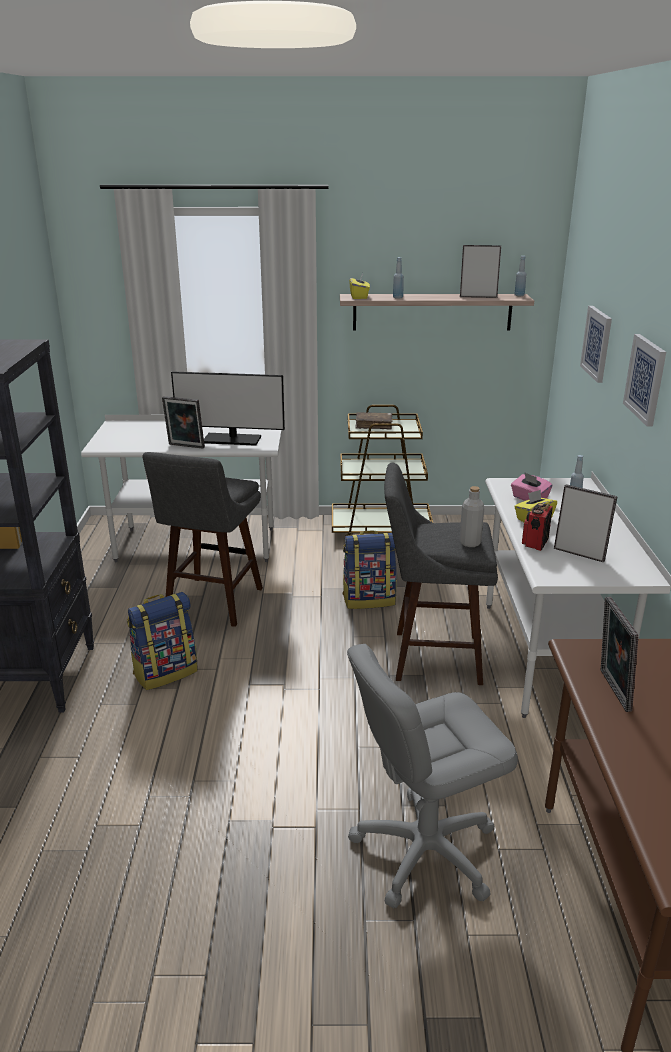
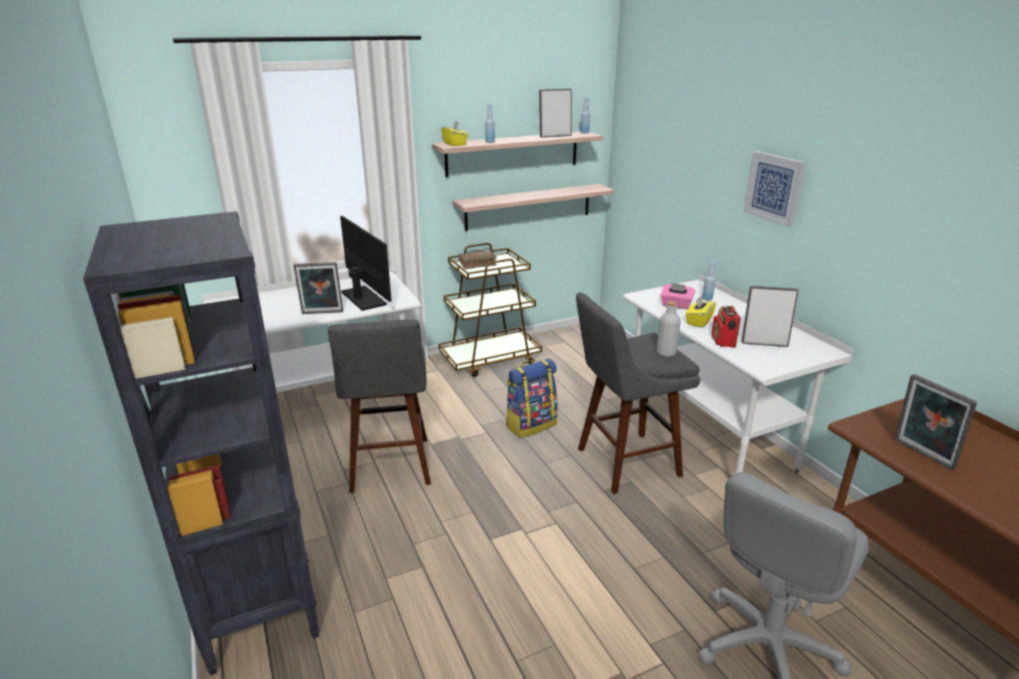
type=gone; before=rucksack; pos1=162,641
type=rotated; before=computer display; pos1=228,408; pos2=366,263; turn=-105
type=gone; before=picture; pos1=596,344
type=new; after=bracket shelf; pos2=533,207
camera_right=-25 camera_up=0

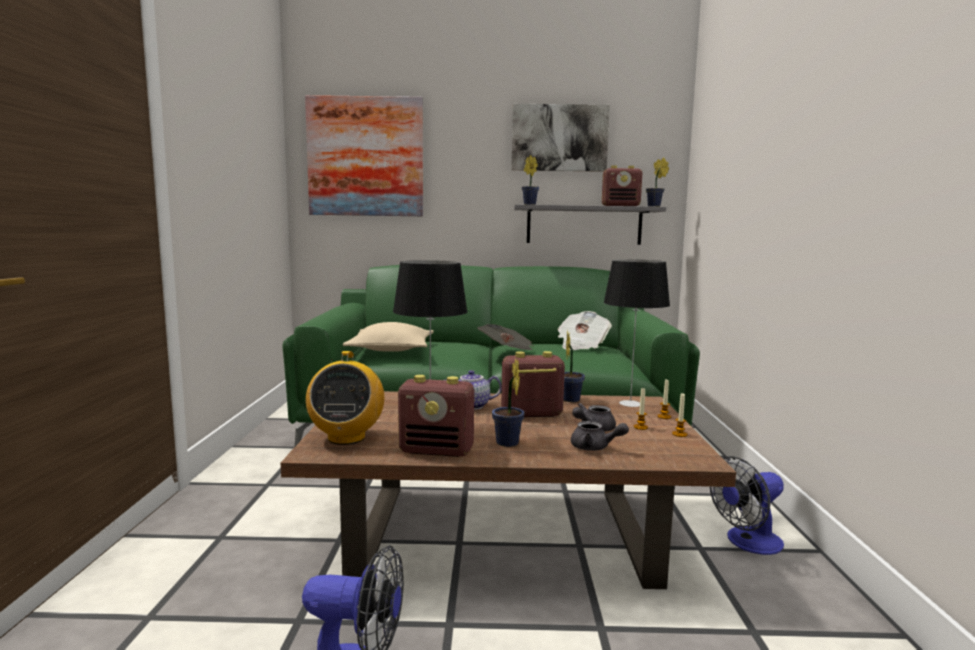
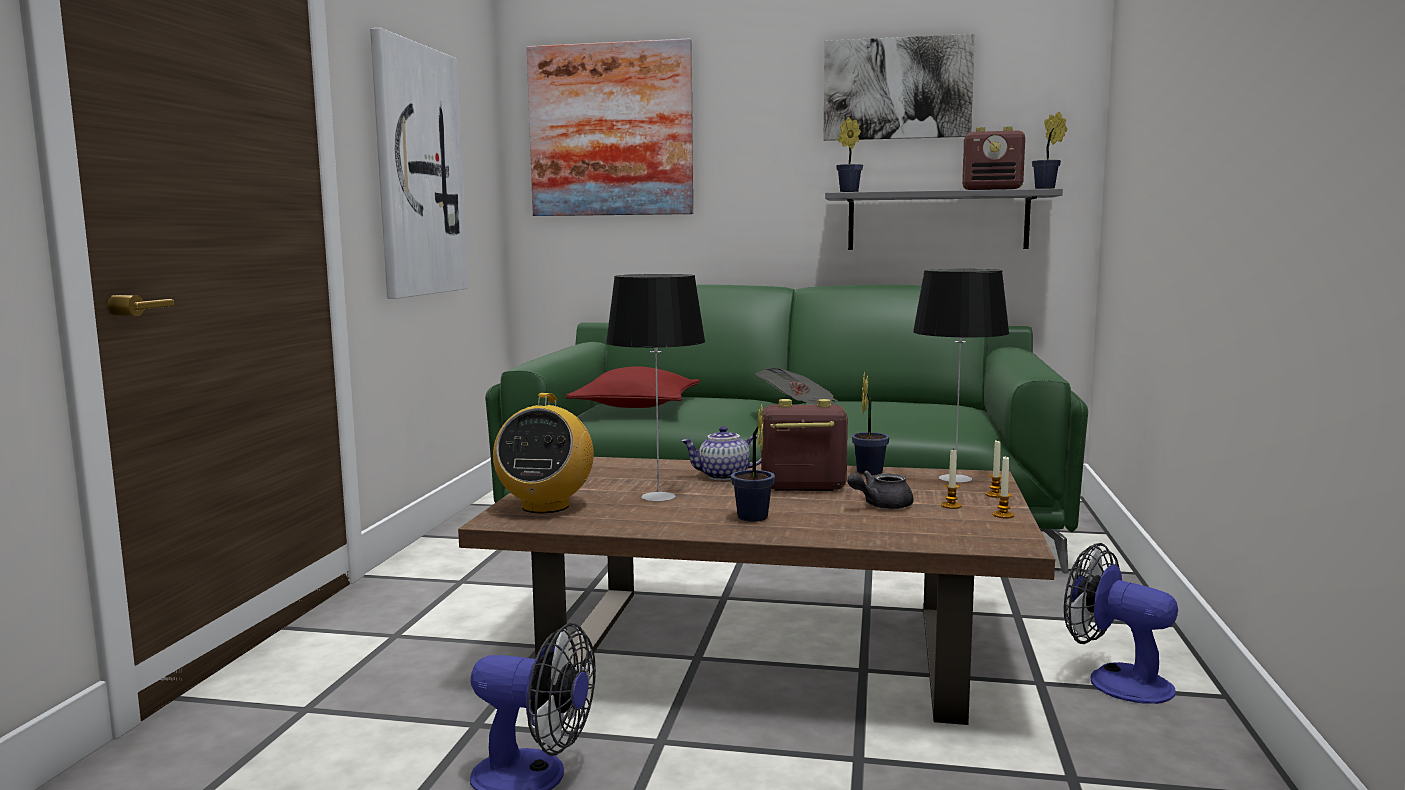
type=repainted; before=beige-coloured cushion; after=red cushion; pos1=388,337; pos2=633,387
type=gone; before=radio set; pos1=436,416
type=gone; before=daily paper; pos1=585,330
type=gone; before=gray tea pot; pos1=600,436
type=rotated; before=cooling fan; pos1=747,505; pos2=1121,623; turn=60
type=new; after=picture; pos2=419,163
camera_right=10 camera_up=0

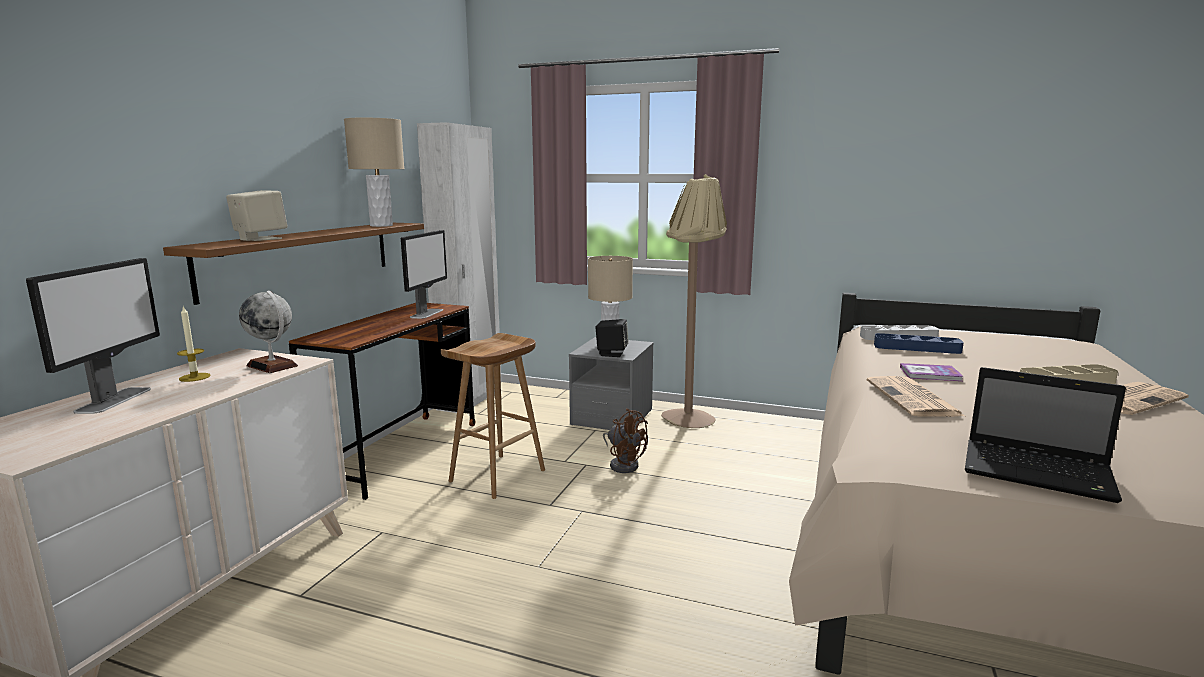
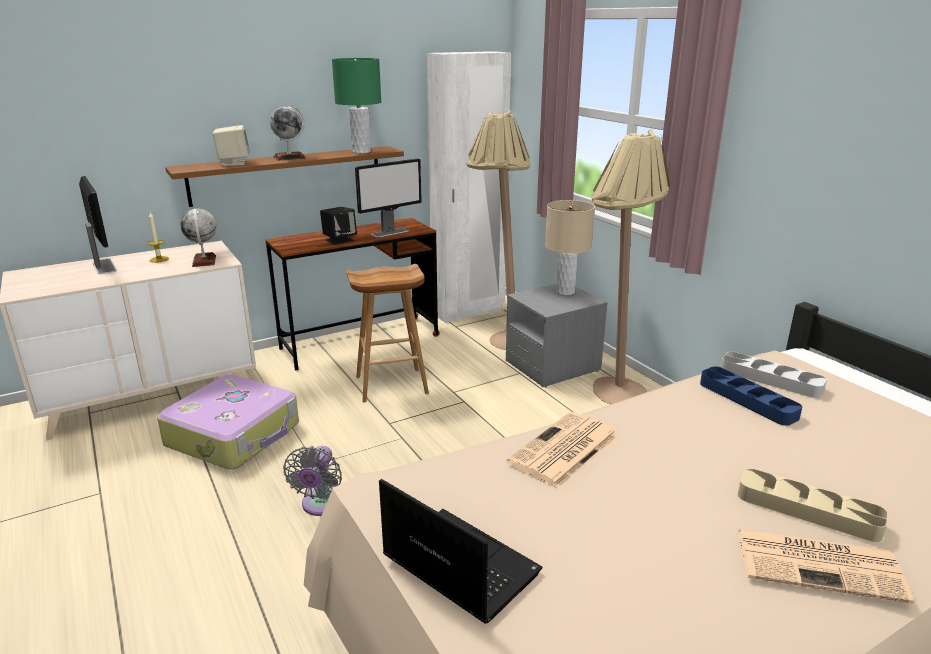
type=rotated; before=computer display; pos1=93,336; pos2=98,225; turn=-75
type=repainted; before=beige-coloured tabletop lamp; after=green tabletop lamp; pos1=374,172; pos2=356,106
type=shifted; before=black speaker; pos1=612,338; pos2=338,226
type=gone; before=brown cooling fan; pos1=625,440
type=gone; before=bound book; pos1=931,372
type=rotated; before=portable computer; pos1=1045,435; pos2=461,551; turn=150
type=new; after=piece of luggage; pos2=228,421
type=new; after=desk globe; pos2=288,133
type=new; after=gray cooling fan; pos2=312,481
type=new; after=beige-coloured standard lamp; pos2=498,230
camera_right=40 camera_up=10

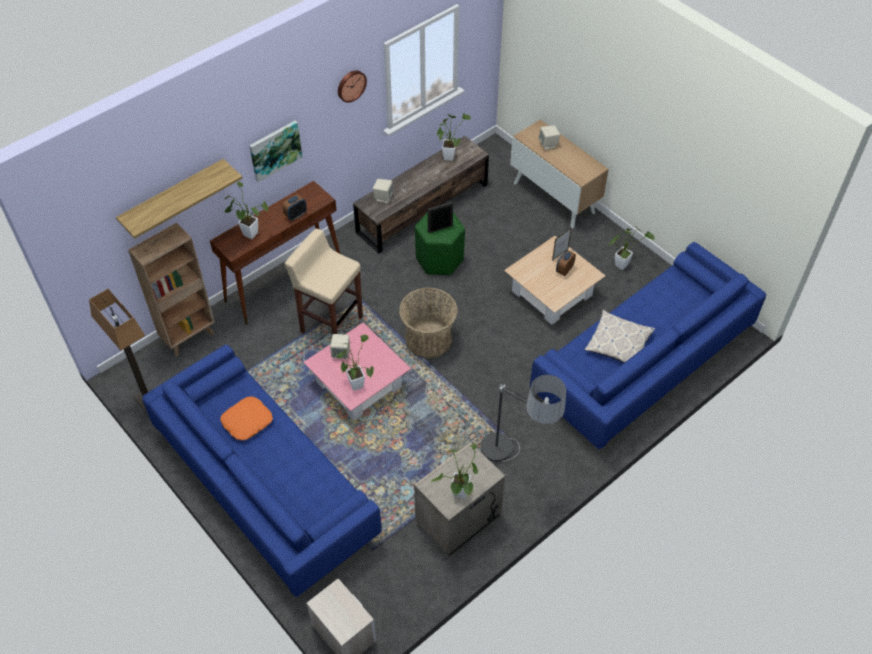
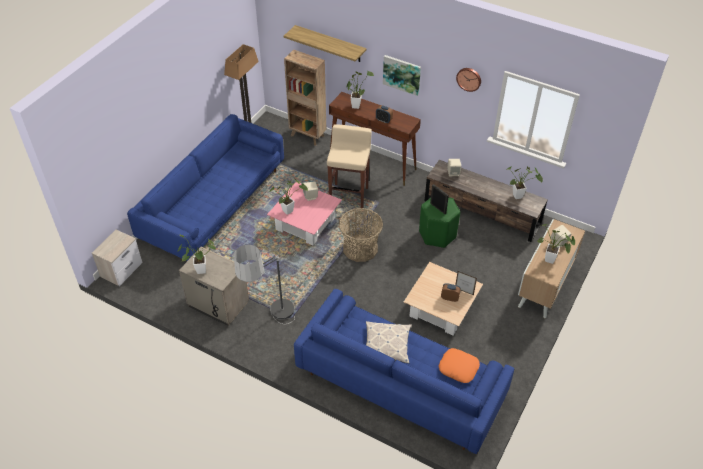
type=shifted; before=orangey cushion; pos1=246,418; pos2=459,365
type=shifted; before=potted plant; pos1=632,248; pos2=556,244
camera_right=70 camera_up=-5

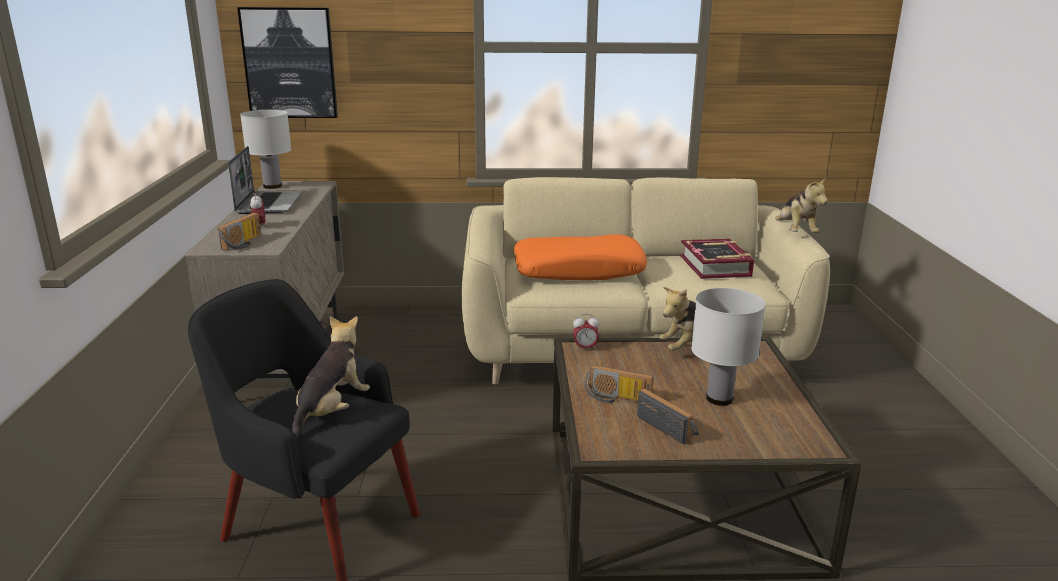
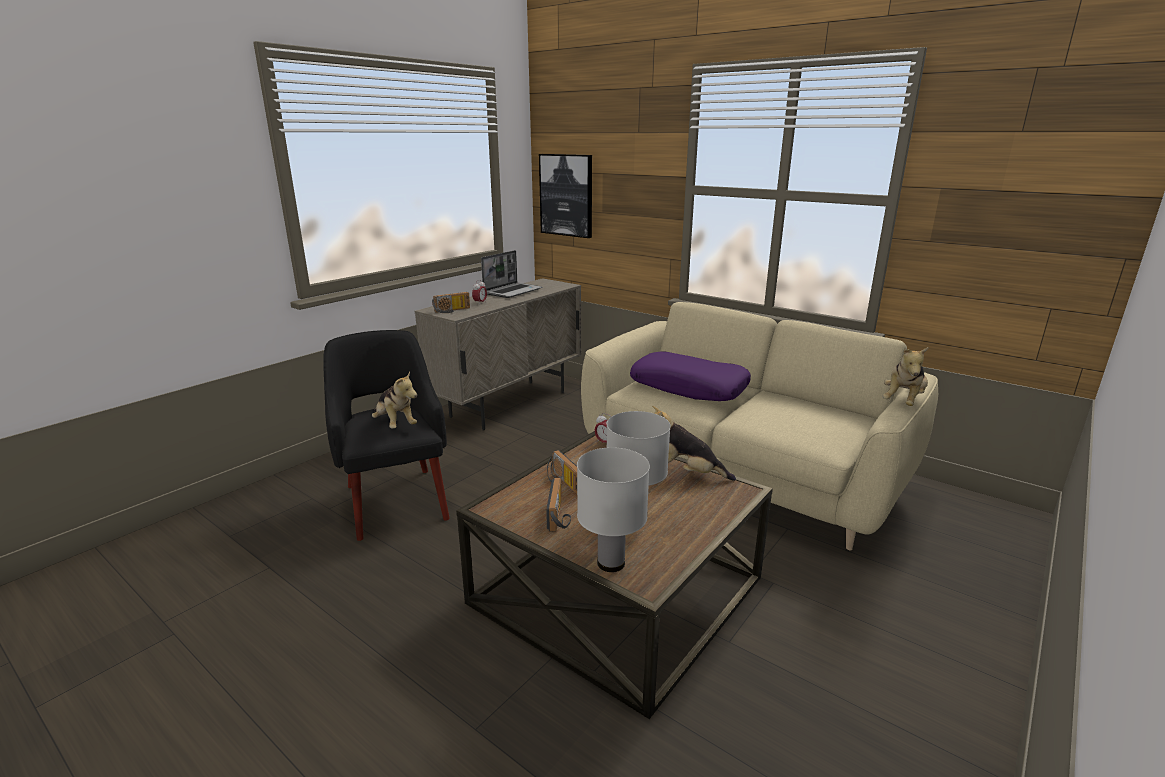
type=shifted; before=white-coloured tabletop lamp; pos1=265,149; pos2=613,509
type=rotated; before=cuddly toy; pos1=331,379; pos2=394,400; turn=75
type=repainted; before=orangey cushion; after=purple-coloured cushion; pos1=580,257; pos2=690,376
type=gone; before=bound book; pos1=717,259
camera_right=40 camera_up=0

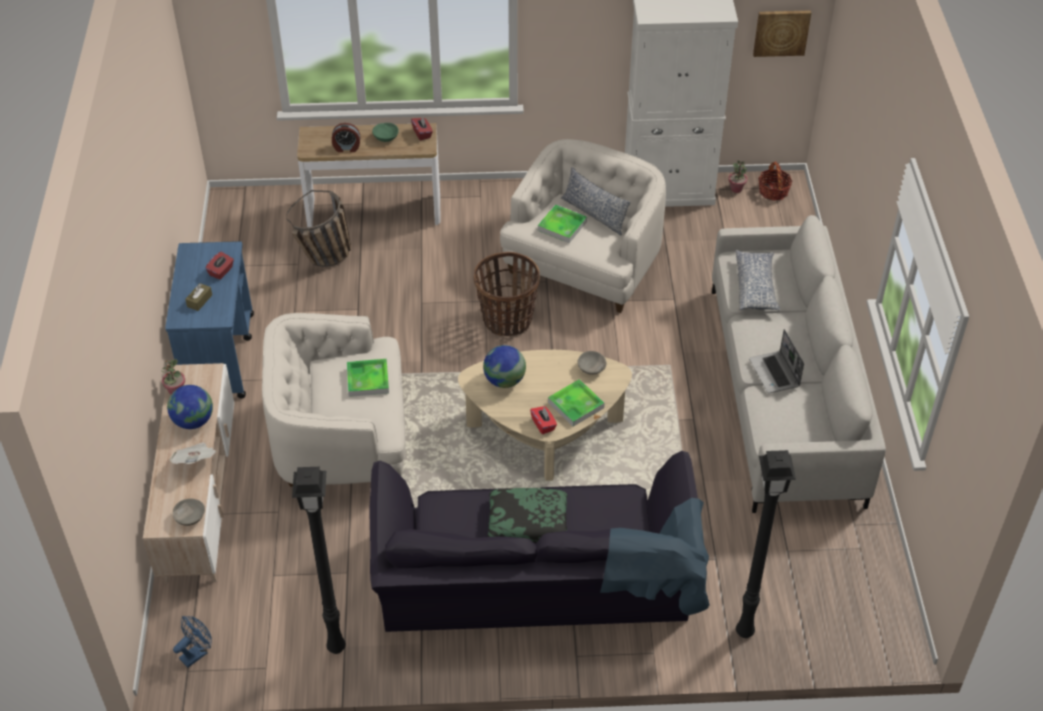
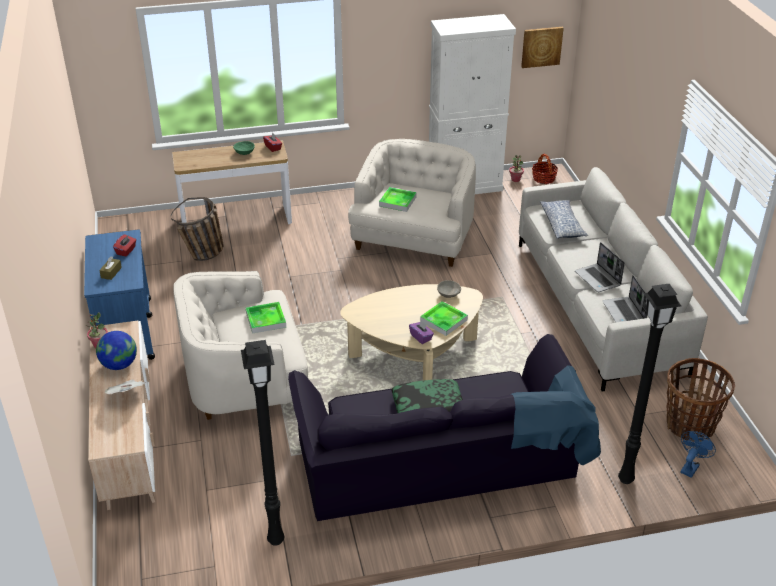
type=gone; before=gray serving bowl; pos1=189,512
type=shifted; before=blue cooling fan; pos1=192,641; pos2=698,454
type=gone; before=alarm clock; pos1=346,137
type=shifted; before=storage basket; pos1=507,294; pos2=700,399
type=gone; before=desk globe; pos1=504,366
type=repainted; before=red tissue box; after=purple-coloured tissue box; pos1=543,420; pos2=421,332
type=gone; before=cushion; pos1=596,201
type=new; after=portable computer; pos2=624,299
camera_right=-10 camera_up=-10

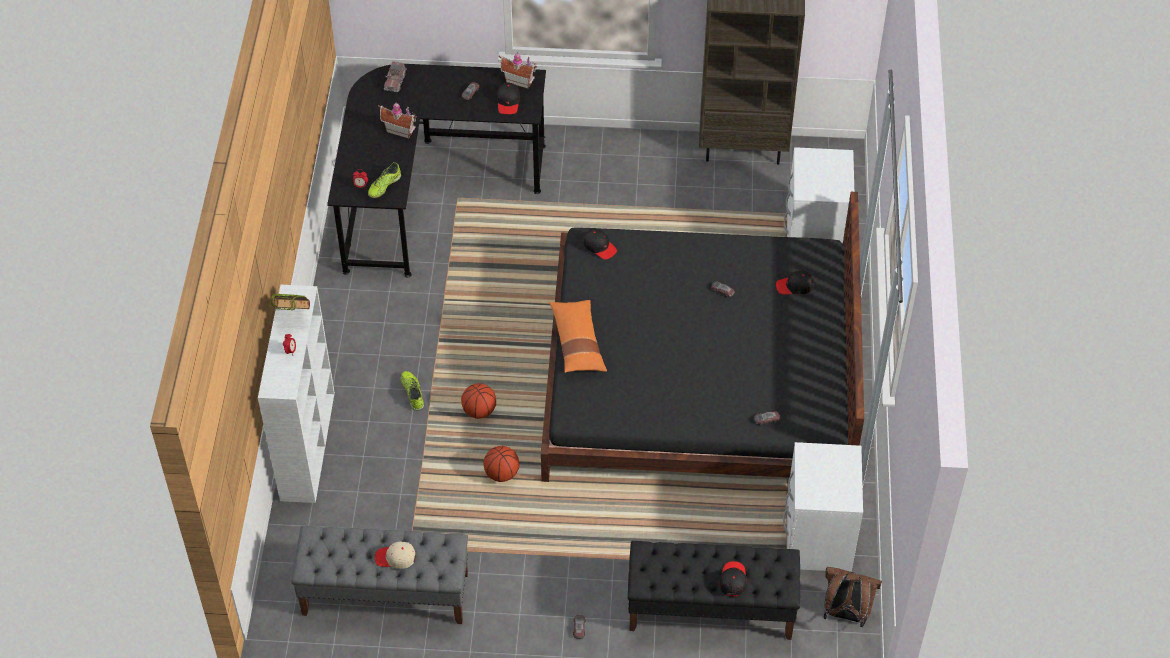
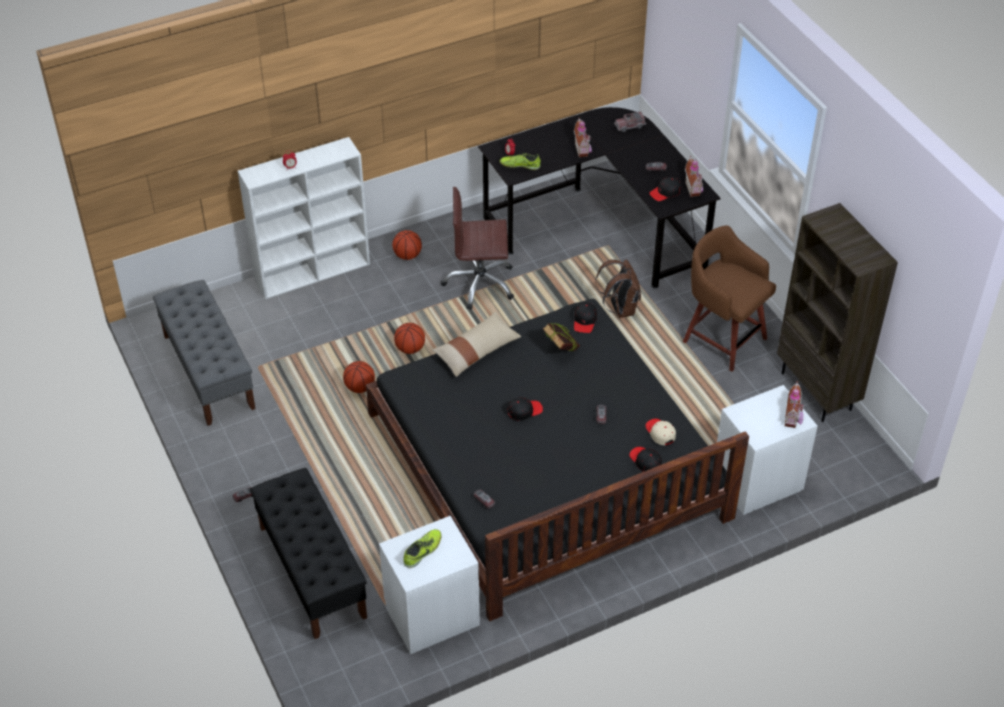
type=shifted; before=bound book; pos1=290,301; pos2=561,337
type=shifted; before=beige-coloured cap; pos1=395,555; pos2=660,432
type=shifted; before=item of footwear; pos1=412,391; pos2=423,548
type=repainted; before=orangey cushion; after=beige-coloured cushion; pos1=578,336; pos2=476,344
type=shifted; before=black cap; pos1=733,579; pos2=525,409
type=shifted; before=brown rucksack; pos1=853,597; pos2=618,288
type=new; after=ball for basketball; pos2=407,245
type=new; after=brown computer chair; pos2=477,248
type=new; after=brown stool; pos2=729,298
type=new; after=toy house; pos2=794,404
camera_right=60 camera_up=-5

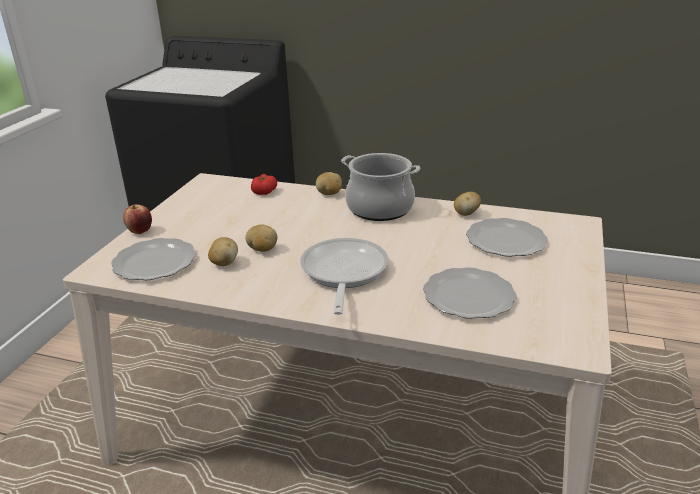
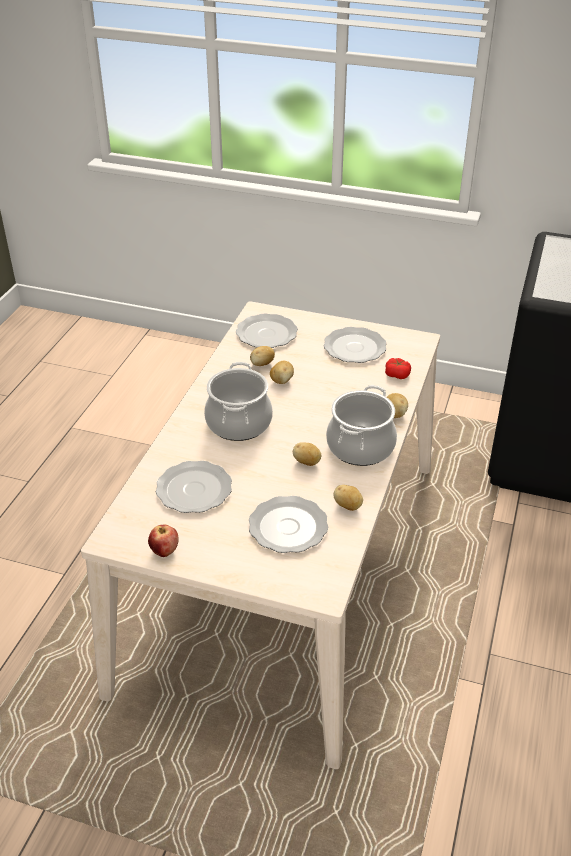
type=shifted; before=whole apple; pos1=137,219; pos2=163,541
type=swapped; before=skillet; after=saucepot; pos1=344,276; pos2=238,401
type=new; after=spud; pos2=307,454
type=new; after=plate; pos2=355,345
camera_right=90 camera_up=10

